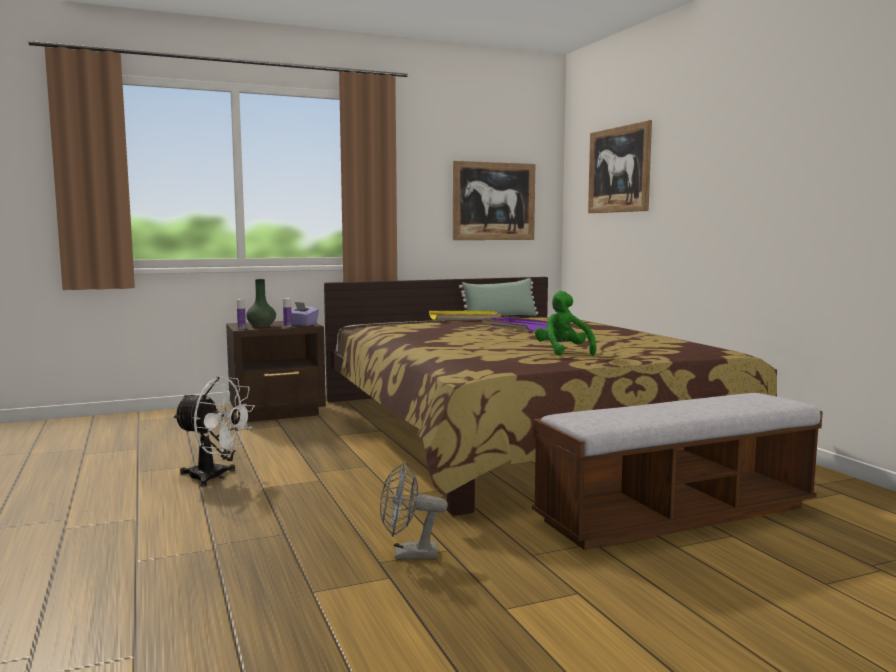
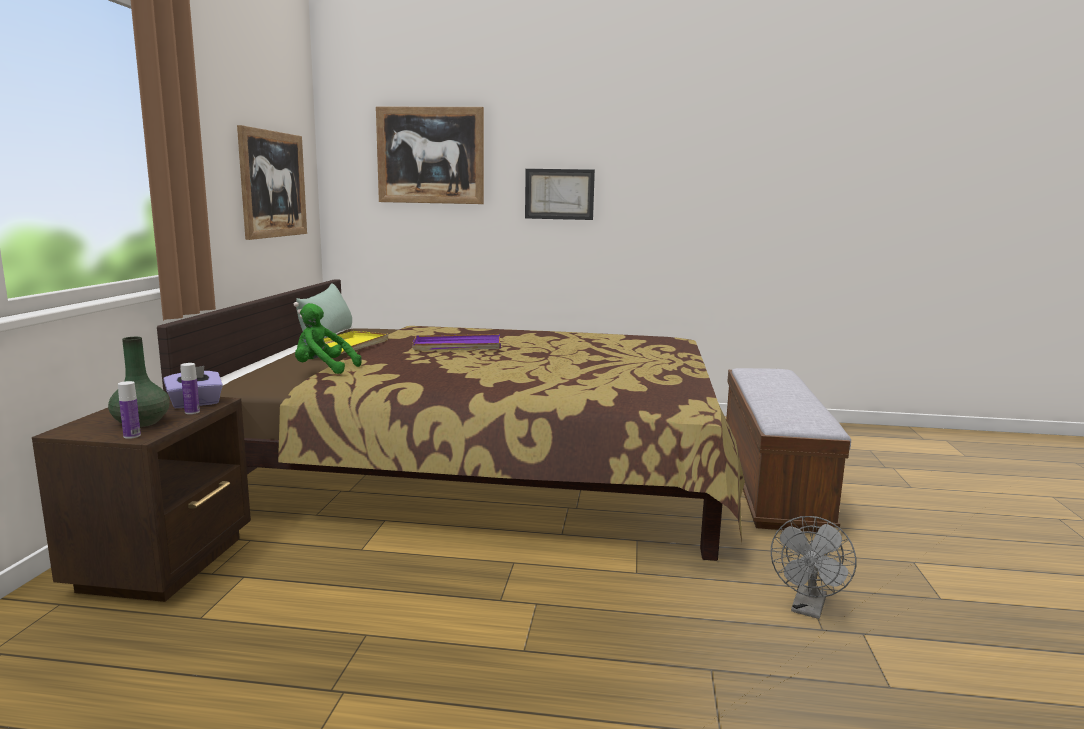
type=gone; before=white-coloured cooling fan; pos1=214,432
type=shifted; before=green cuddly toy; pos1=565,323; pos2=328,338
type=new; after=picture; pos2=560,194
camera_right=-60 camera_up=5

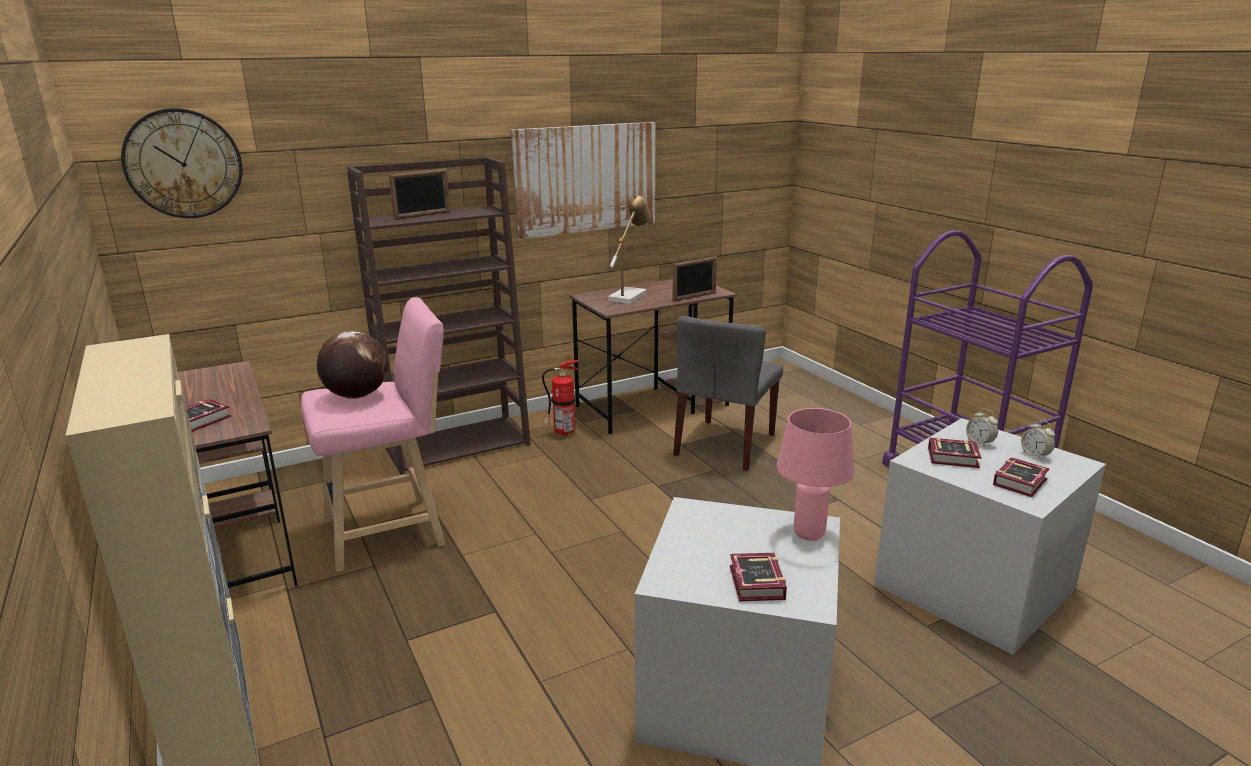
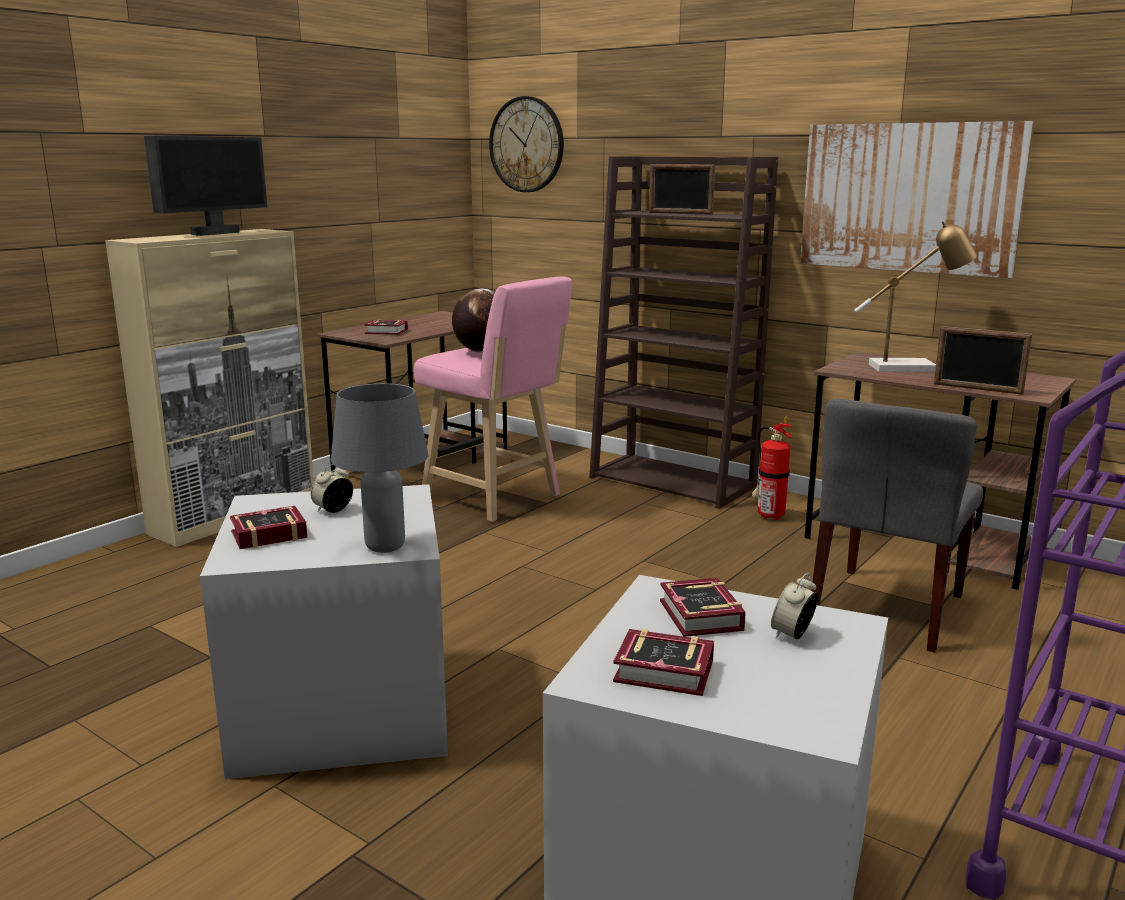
type=rotated; before=gray chair; pos1=728,393; pos2=897,526; turn=-60
type=repainted; before=pinkish tabletop lamp; after=gray tabletop lamp; pos1=816,474; pos2=379,468
type=shifted; before=alarm clock; pos1=1038,439; pos2=332,488
type=new; after=computer display; pos2=205,186
camera_right=65 camera_up=-5

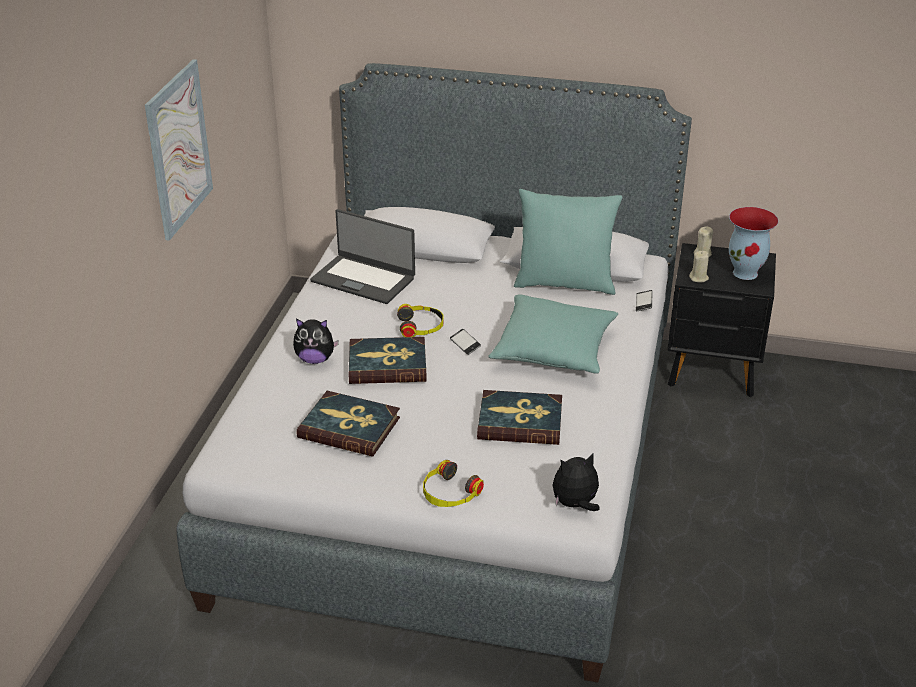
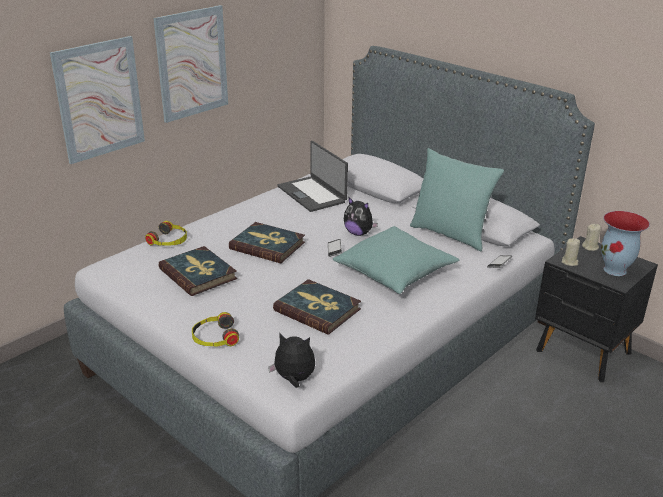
type=shifted; before=cuddly toy; pos1=316,341; pos2=361,217
type=shifted; before=pair of headphones; pos1=420,320; pos2=166,233
type=new; after=picture; pos2=97,100
camera_right=30 camera_up=-5

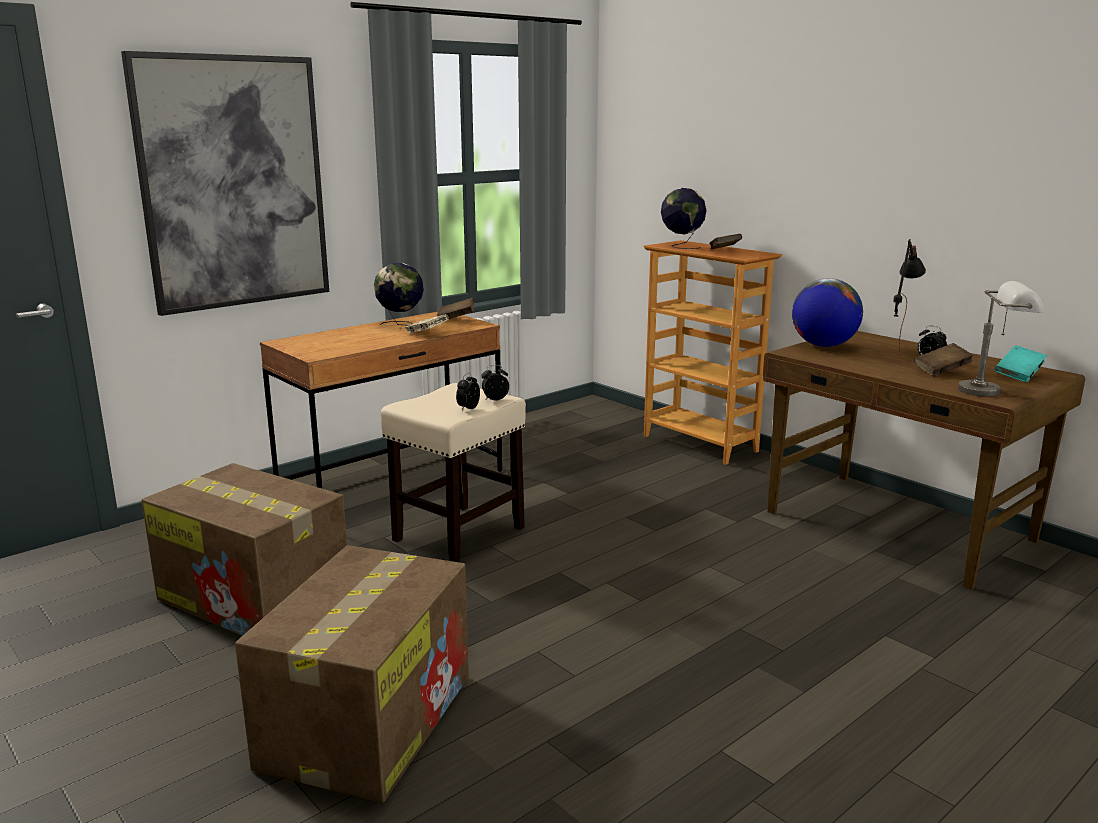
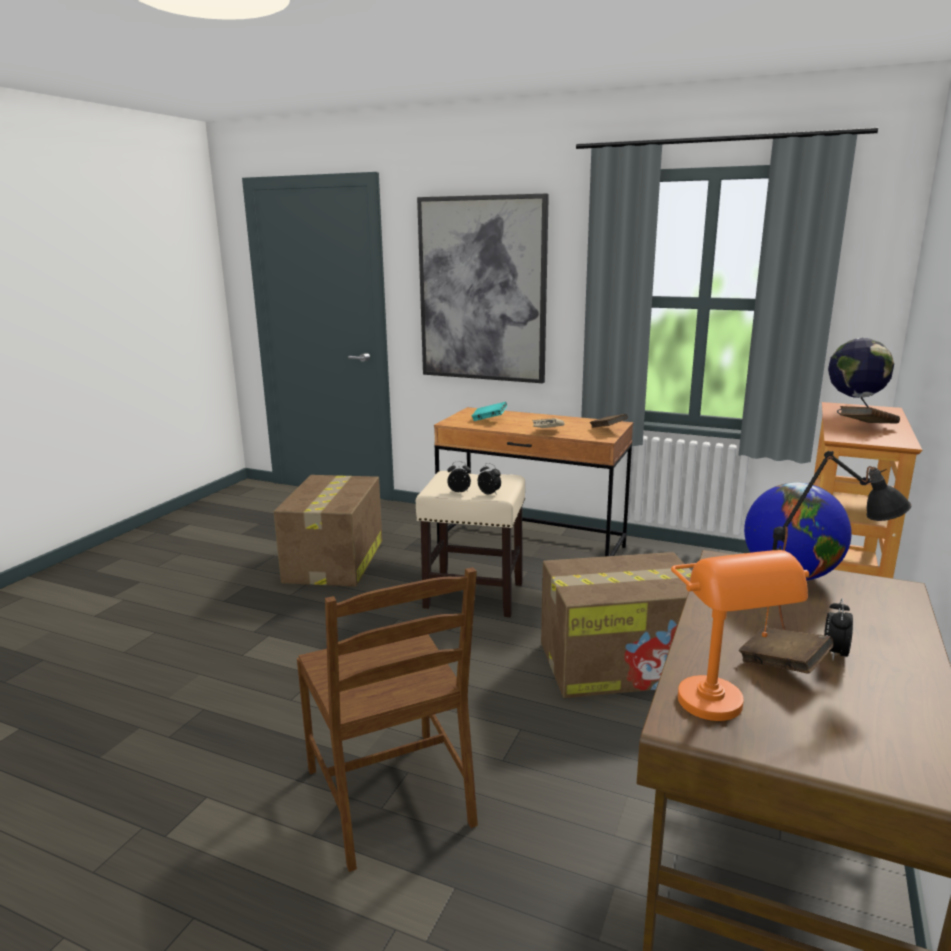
type=shifted; before=carton; pos1=352,674; pos2=616,625
type=gone; before=desk globe; pos1=399,294
type=repainted; before=gray tabletop lamp; after=orangey tabletop lamp; pos1=1001,339; pos2=740,635
type=shifted; before=turquoise-coloured bound book; pos1=1020,363; pos2=489,411
type=new; after=brown chair; pos2=387,719
camera_right=65 camera_up=0

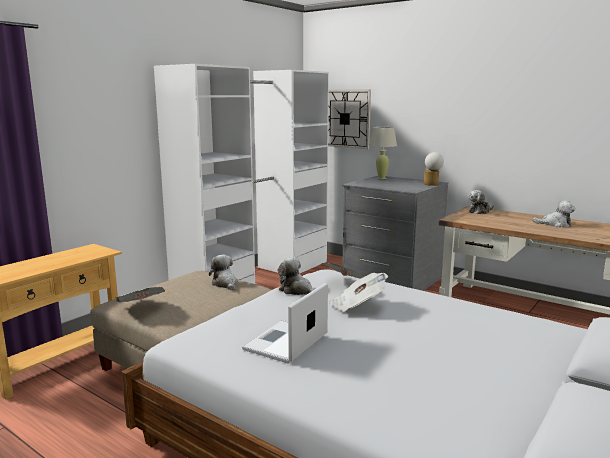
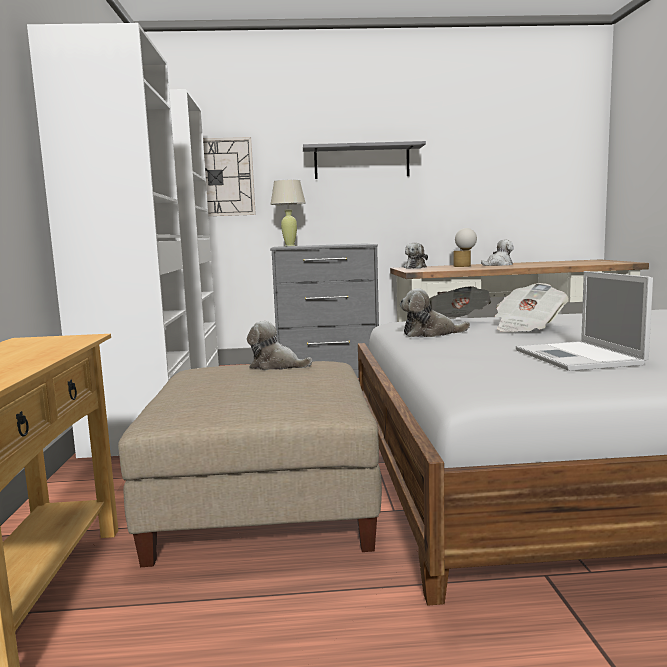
type=gone; before=daily paper; pos1=140,295
type=shifted; before=tabletop lamp; pos1=434,169; pos2=465,247
type=new; after=gray bracket shelf; pos2=364,160
camera_right=-40 camera_up=-5

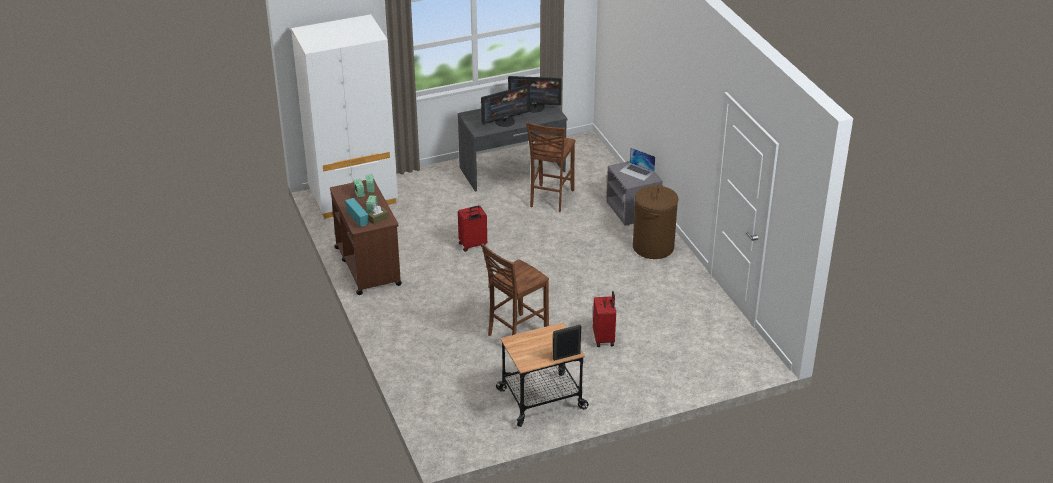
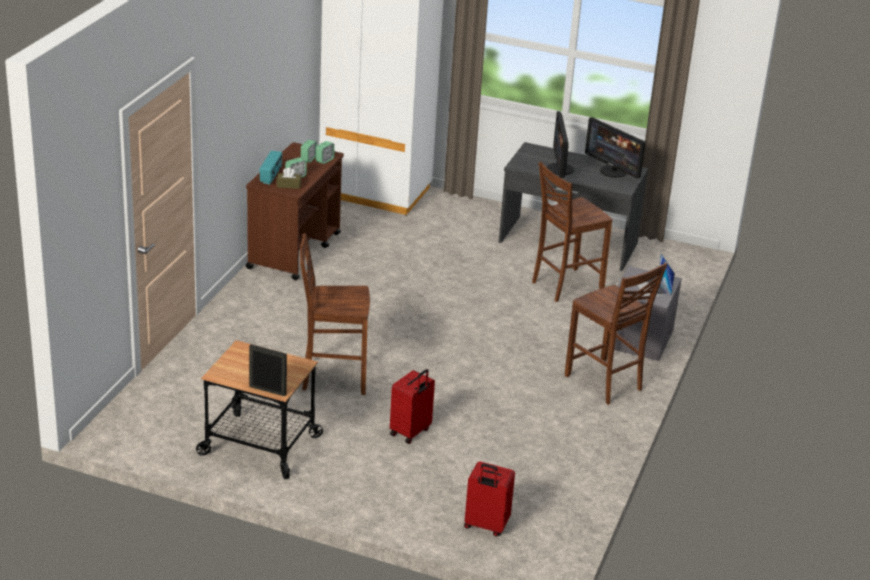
type=shifted; before=red piece of luggage; pos1=472,228; pos2=489,498
type=rotated; before=computer display; pos1=505,106; pos2=560,144; turn=75
type=swapped; before=brown laundry basket; after=brown chair; pos1=655,222; pos2=616,333
camera_right=40 camera_up=-5

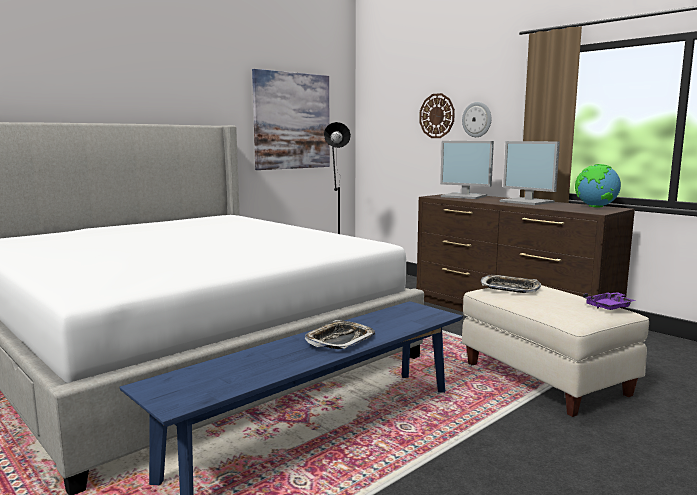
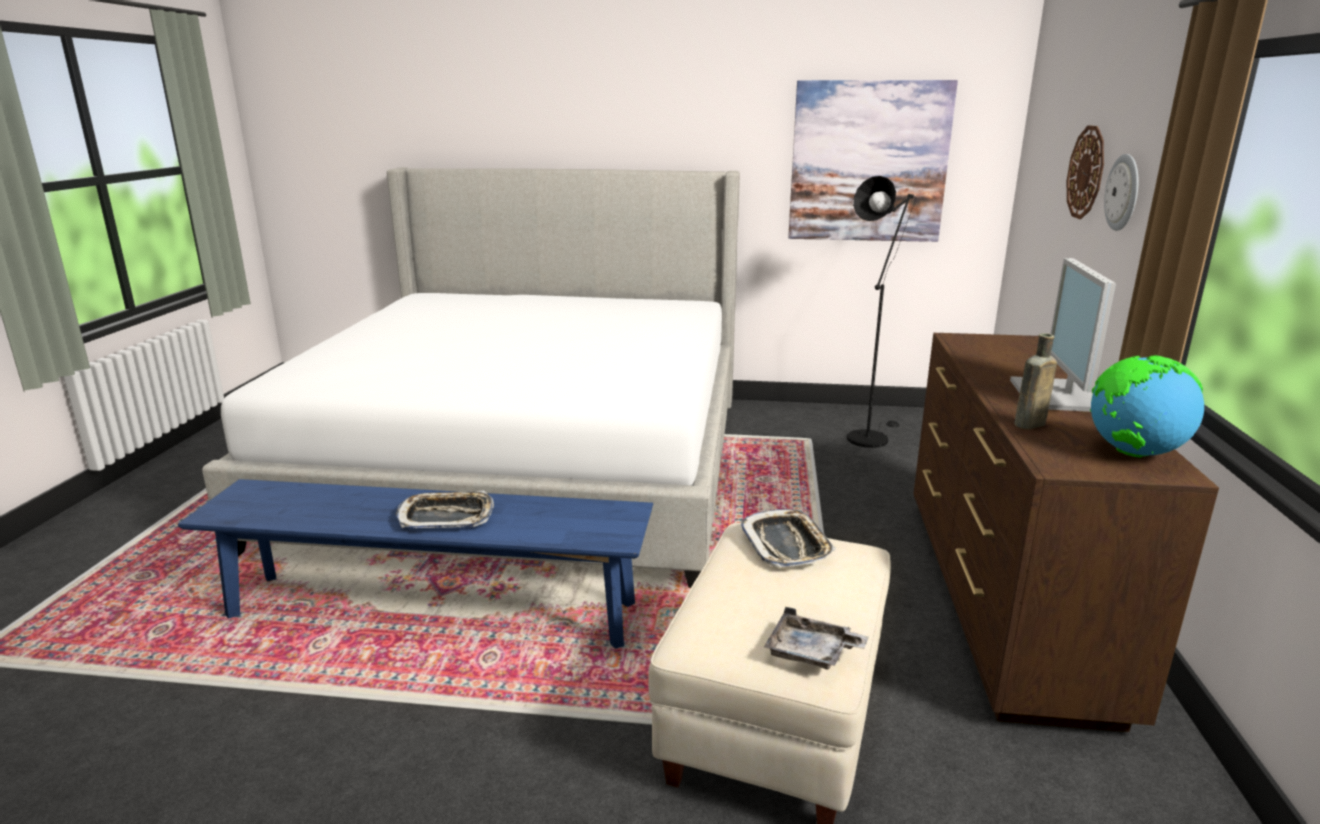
type=gone; before=computer display; pos1=467,170
type=repainted; before=purple-coloured carrying tray; after=gray carrying tray; pos1=609,301; pos2=816,638
type=new; after=brown beverage bottle; pos2=1035,381
camera_right=50 camera_up=10

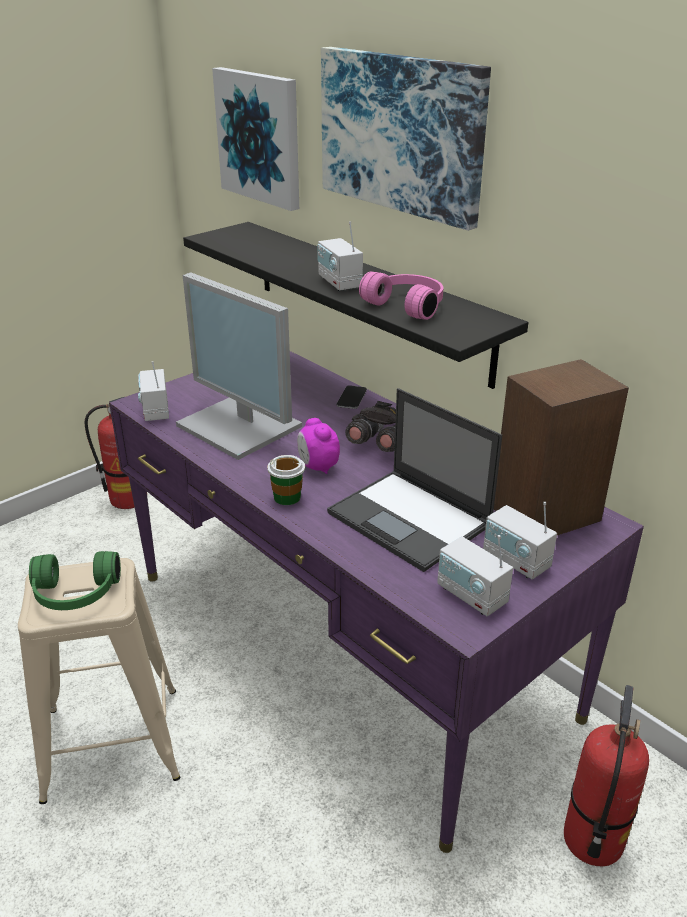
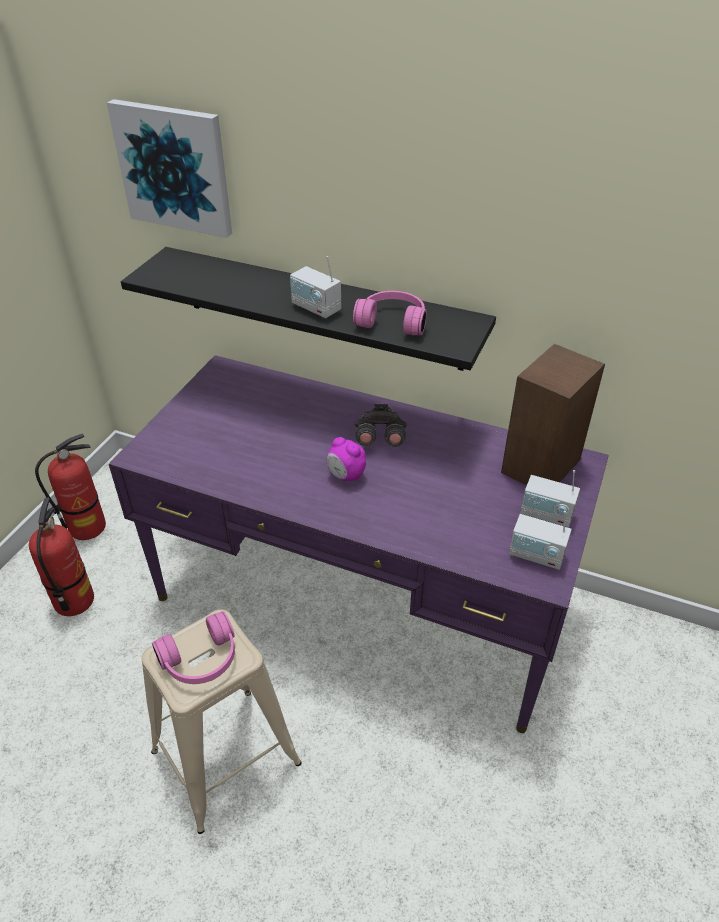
type=repainted; before=green pair of headphones; after=pinkish pair of headphones; pos1=75,580; pos2=193,647
type=gone; before=radio set; pos1=153,391
type=gone; before=computer display; pos1=239,366
type=gone; before=drinking cup; pos1=286,480
type=gone; before=picture; pos1=406,139
type=gone; before=portable computer; pos1=414,480
type=gone; before=handset; pos1=352,397
type=shifted; before=fire-fighting cylinder; pos1=606,775; pos2=61,556
camera_right=-25 camera_up=10

